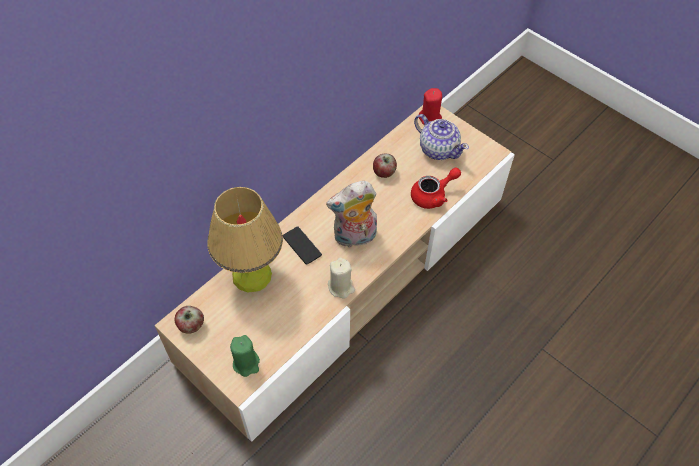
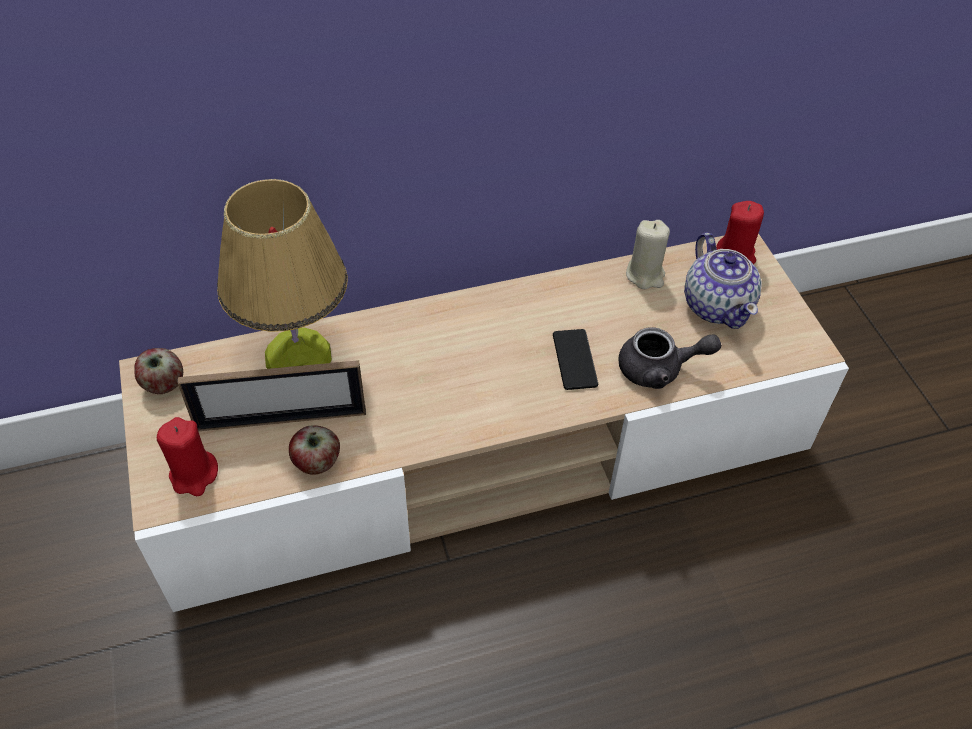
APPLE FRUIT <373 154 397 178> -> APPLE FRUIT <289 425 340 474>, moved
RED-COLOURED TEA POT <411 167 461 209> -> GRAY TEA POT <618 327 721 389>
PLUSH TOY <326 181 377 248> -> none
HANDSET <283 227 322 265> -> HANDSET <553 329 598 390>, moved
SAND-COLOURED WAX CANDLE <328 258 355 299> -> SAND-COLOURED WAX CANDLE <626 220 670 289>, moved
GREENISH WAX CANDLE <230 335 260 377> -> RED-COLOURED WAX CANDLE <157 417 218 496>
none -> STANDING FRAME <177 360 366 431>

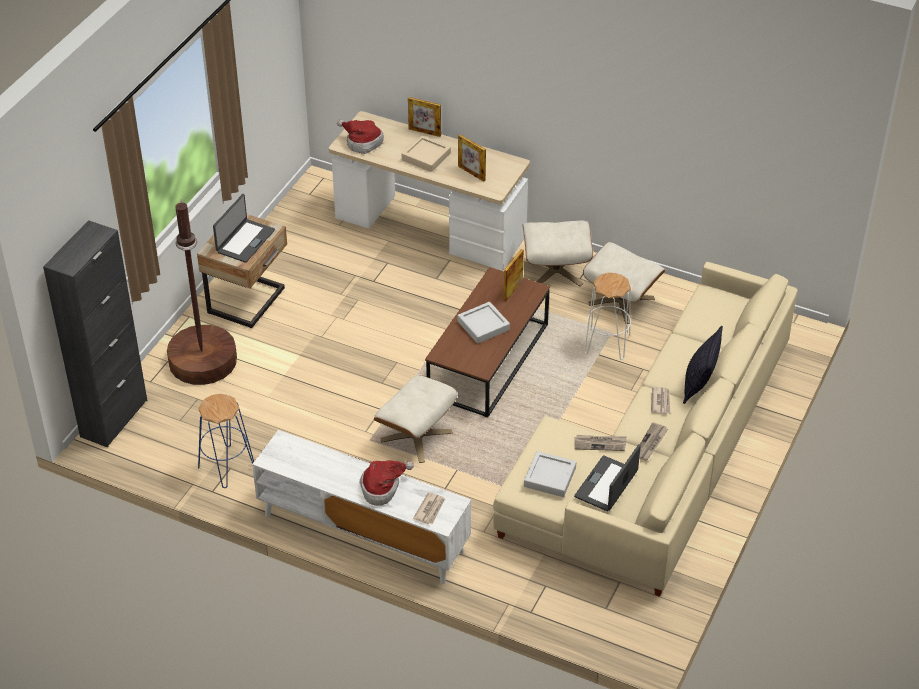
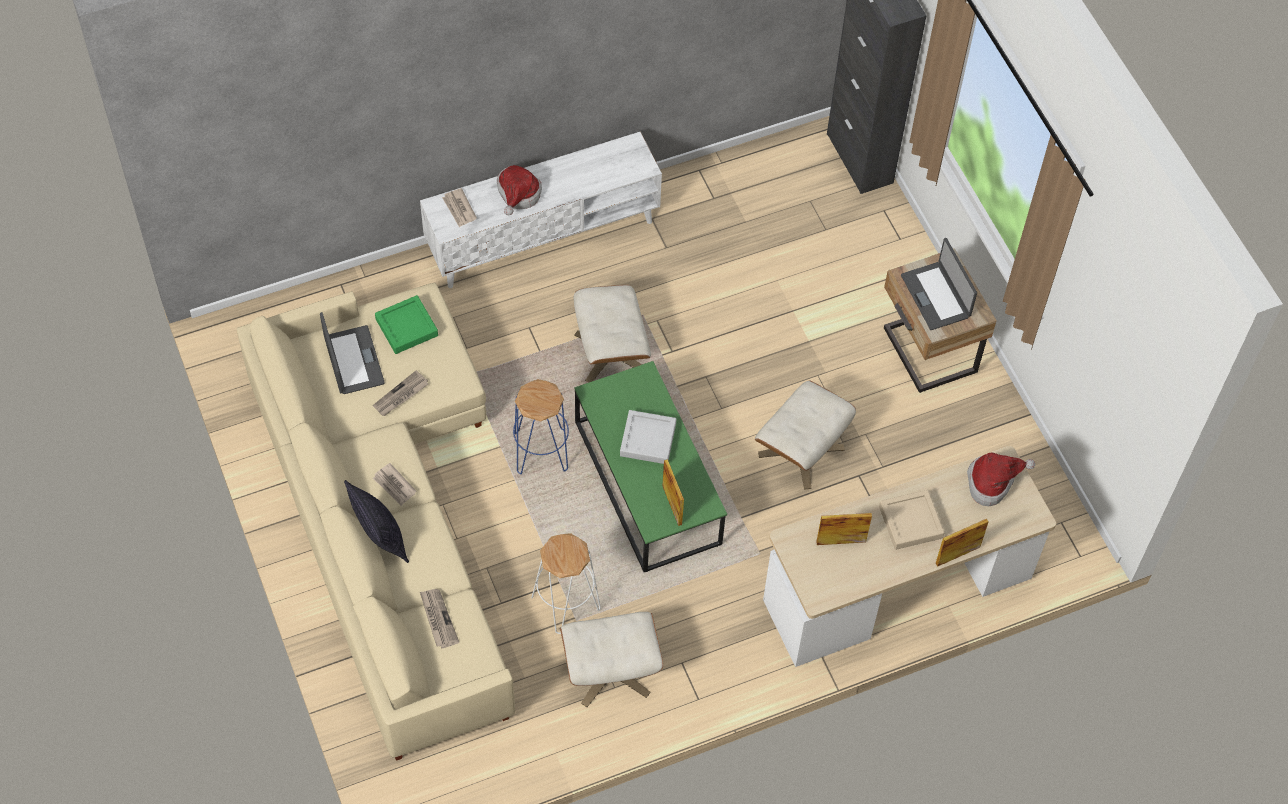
BROWN STANDARD LAMP <167 199 237 385> -> none
SAND-COLOURED OTTOMAN <522 220 593 287> -> SAND-COLOURED OTTOMAN <755 380 856 489>, moved
BROWN COFFEE TABLE <425 267 550 417> -> GREENISH COFFEE TABLE <574 361 727 572>
BLUE-COLOURED STOOL <198 394 254 488> -> BLUE-COLOURED STOOL <513 379 569 474>, moved
NEWSPAPER <639 422 668 461> -> NEWSPAPER <420 589 459 649>, moved
GRAY CARRYING TRAY <524 451 576 497> -> GREENISH CARRYING TRAY <375 295 438 354>

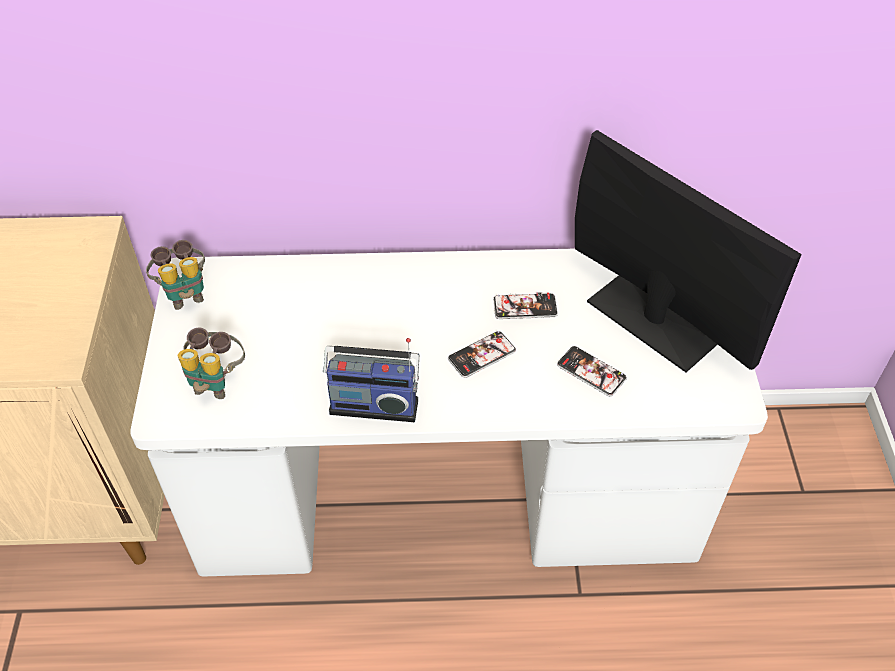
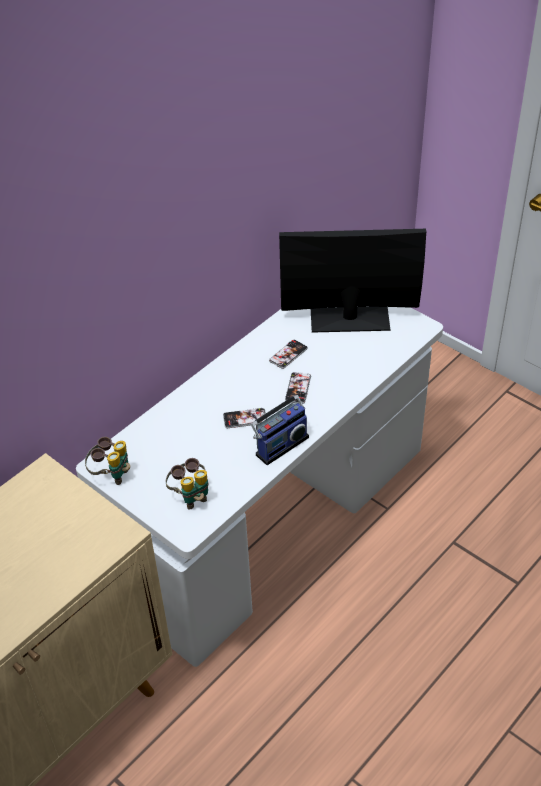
HANDSET <557 346 627 396> -> HANDSET <223 408 267 428>, moved

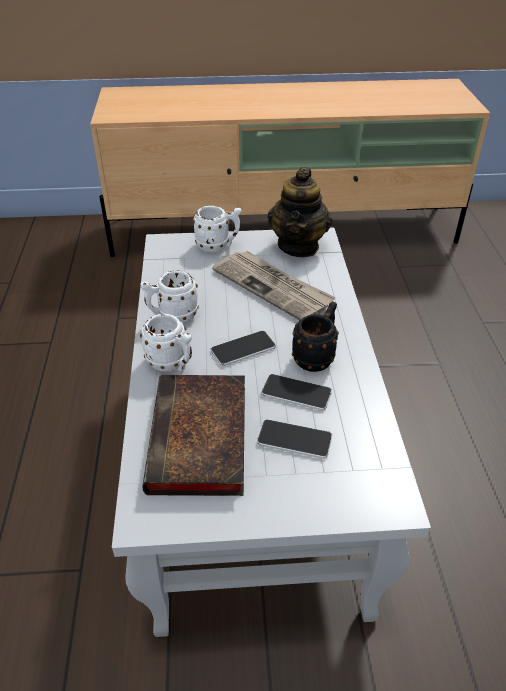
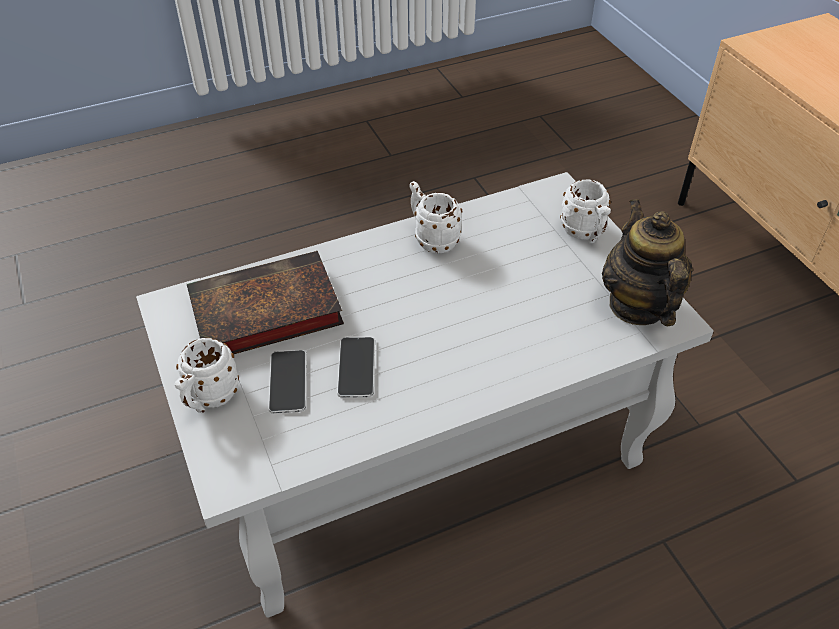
TEA POT <268 167 332 257> -> TEA POT <602 199 693 326>, 90 degrees clockwise
NEWSPAPER <212 251 336 320> -> none
BLACK-COLOURED COFFEE MUG <292 301 339 372> -> none
WHITE COFFEE MUG <140 314 192 372> -> WHITE COFFEE MUG <175 338 239 413>, moved
HANDSET <211 330 276 366> -> none

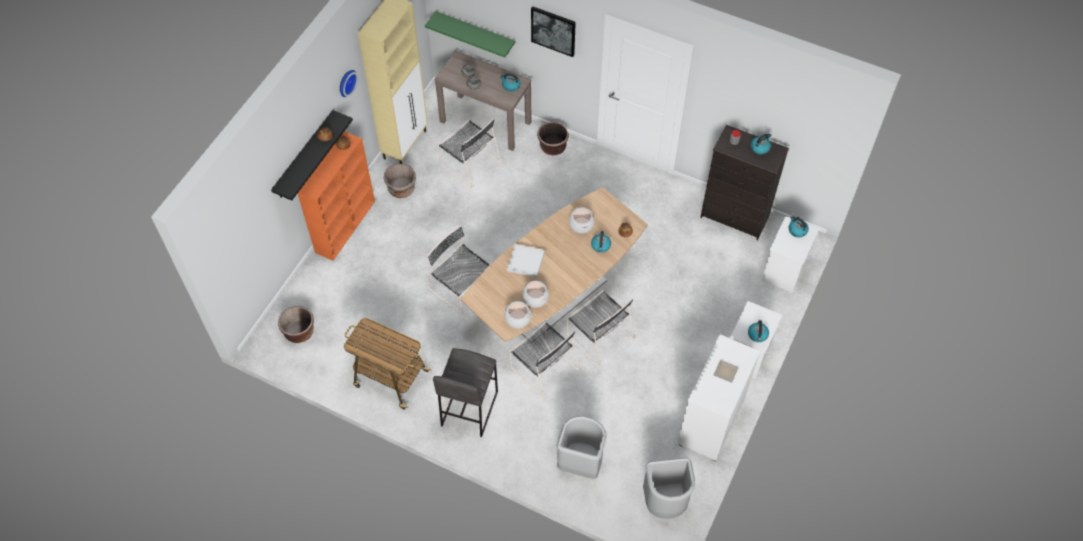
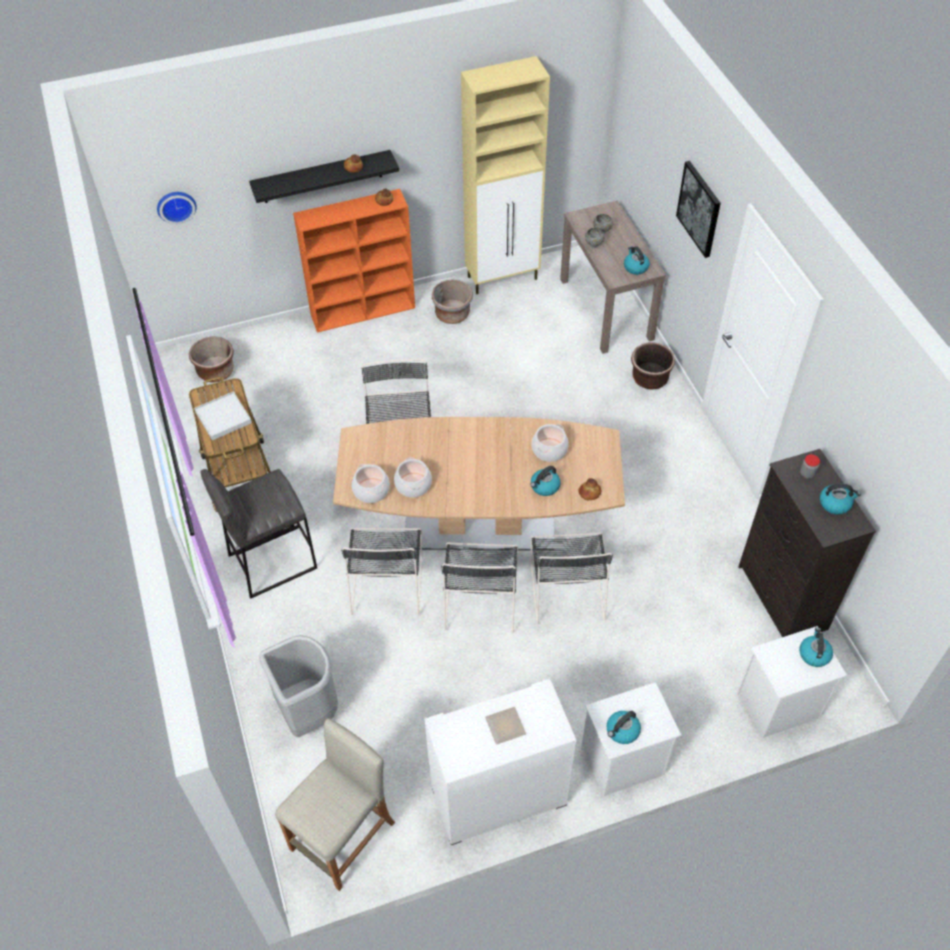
GREENISH SHELF <425 11 515 58> -> none
WALL CLOCK <340 70 358 97> -> WALL CLOCK <157 192 197 225>, moved
BLACK-COLOURED PLAIN CHAIR <438 119 502 188> -> BLACK-COLOURED PLAIN CHAIR <531 533 613 624>, moved
WHITE CARRYING TRAY <507 244 545 278> -> WHITE CARRYING TRAY <194 391 252 441>, moved
GRAY WASTE BIN <643 458 695 519> -> SAND-COLOURED STOOL <275 718 395 891>

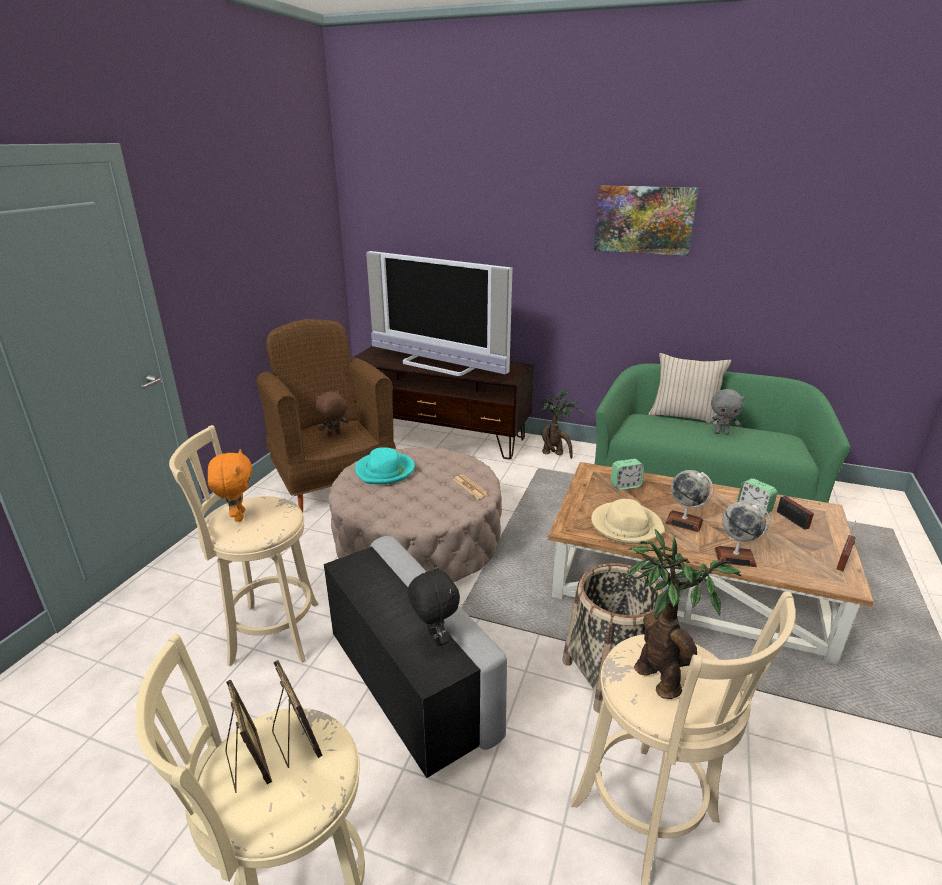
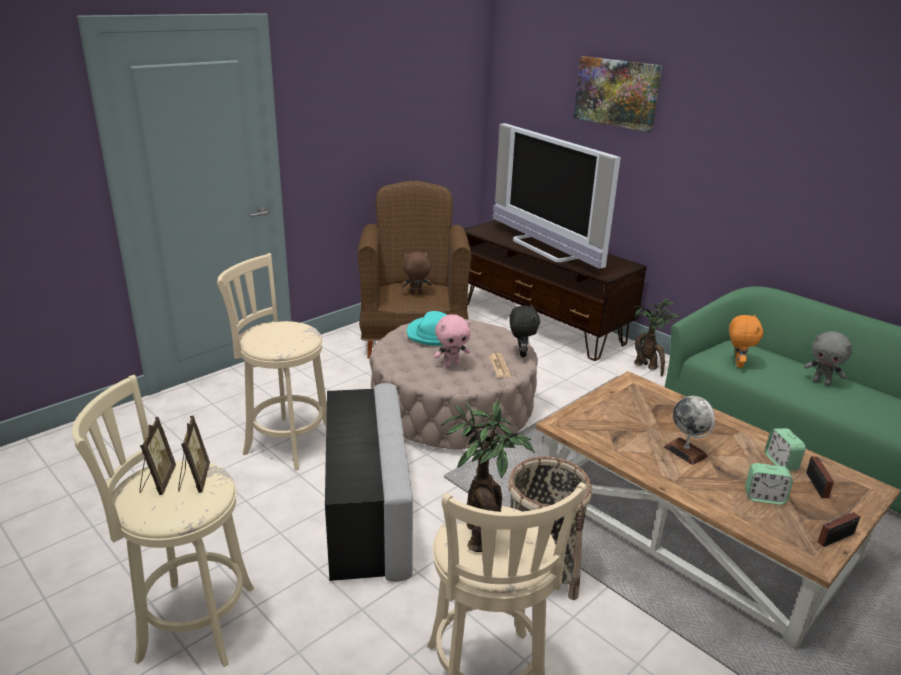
PICTURE <594 185 699 256> -> PICTURE <574 56 662 132>, moved
SAND-COLOURED CUSHION <649 353 731 425> -> none
ORANGE-COLOURED PLUSH TOY <208 449 252 522> -> ORANGE-COLOURED PLUSH TOY <729 314 764 368>, moved
TABLE CLOCK <611 459 644 490> -> TABLE CLOCK <745 463 793 505>, moved
SAND-COLOURED CLOTHING HAT <591 499 665 544> -> none
GLOBE <715 502 770 567> -> none
BLACK-COLOURED PLUSH TOY <408 564 460 646> -> BLACK-COLOURED PLUSH TOY <509 304 540 357>, moved
none -> PINK PLUSH TOY <434 314 471 367>

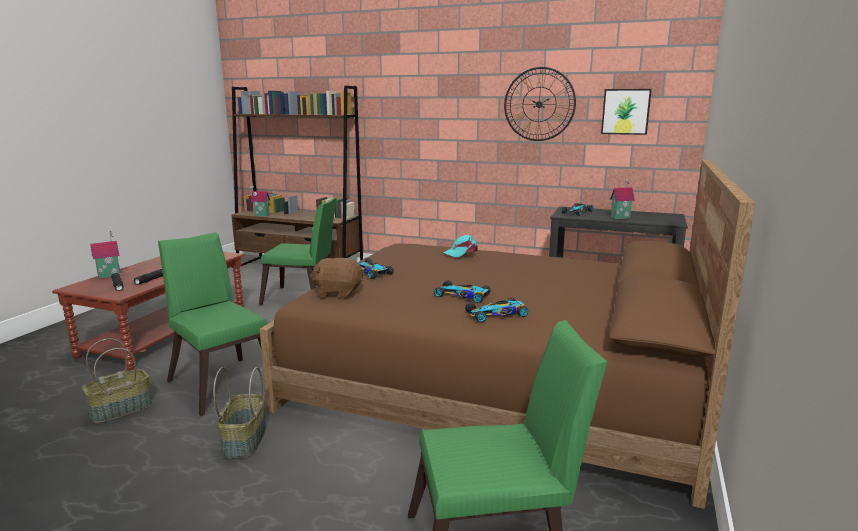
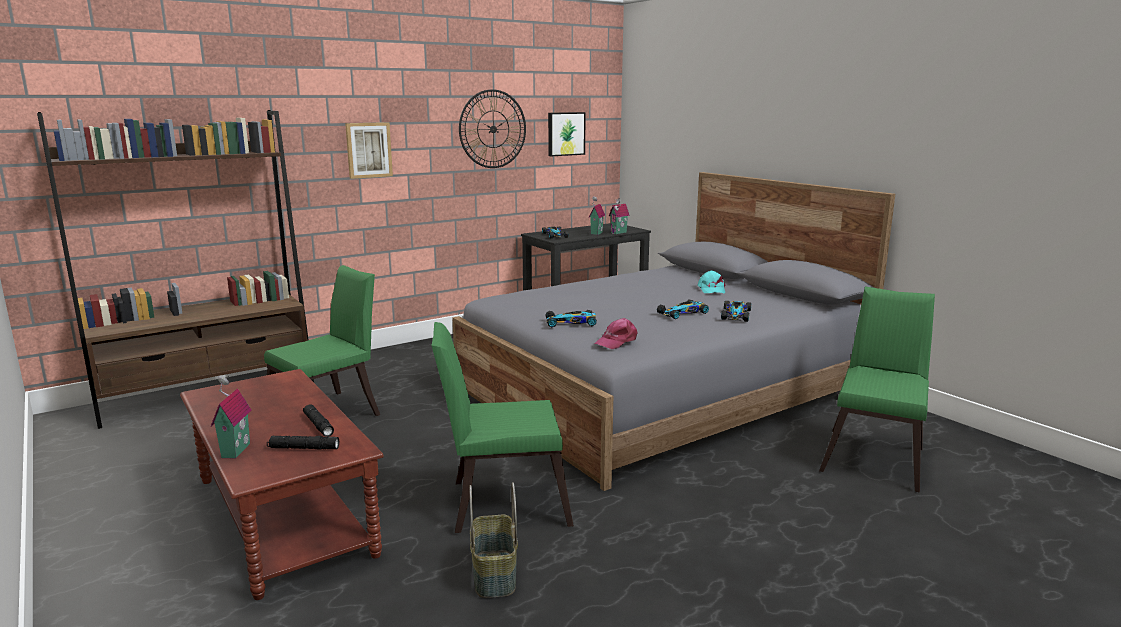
BROWN SLEEPING BED <260 159 755 509> -> GRAY SLEEPING BED <453 172 895 491>
MODEL HOUSE <250 185 270 216> -> MODEL HOUSE <609 198 630 234>, moved
BLUE-GREEN CAP <444 235 478 257> -> BLUE-GREEN CAP <698 270 726 294>, moved
BROWN PLUSH TOY <310 258 363 298> -> PINK CAP <594 318 637 349>
BASKET <213 367 266 458> -> none
none -> PICTURE <345 122 393 179>

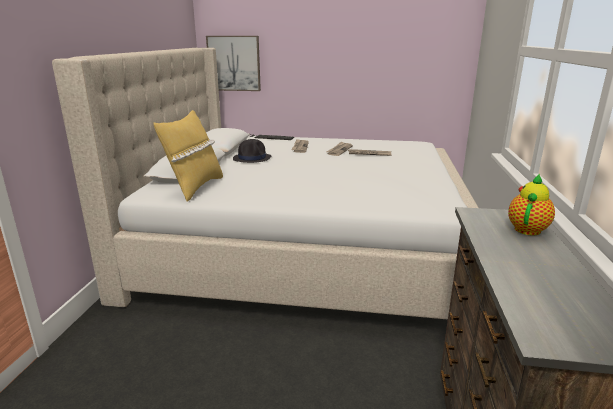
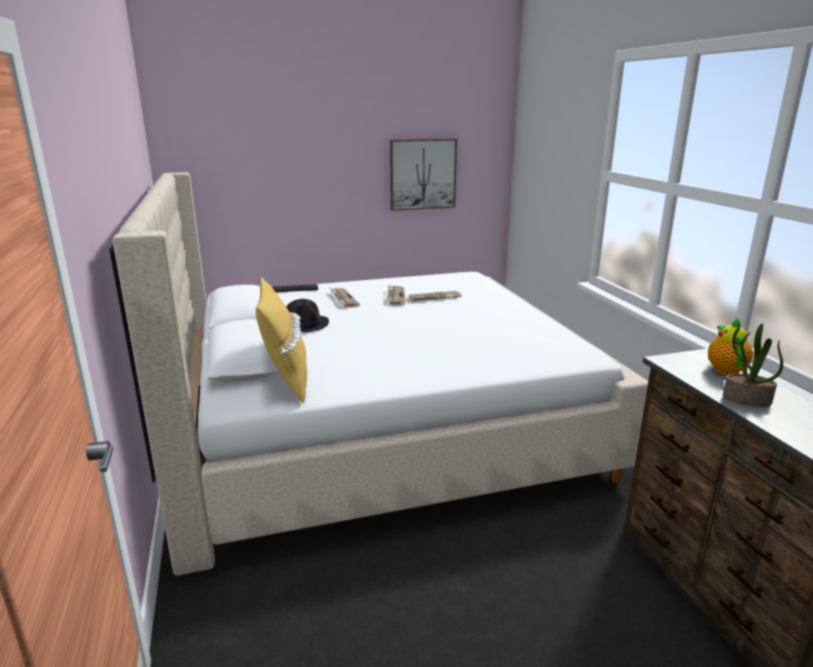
PICTURE <206 36 261 91> -> PICTURE <390 138 457 211>, moved
none -> PLANT IN A POT <723 324 783 407>

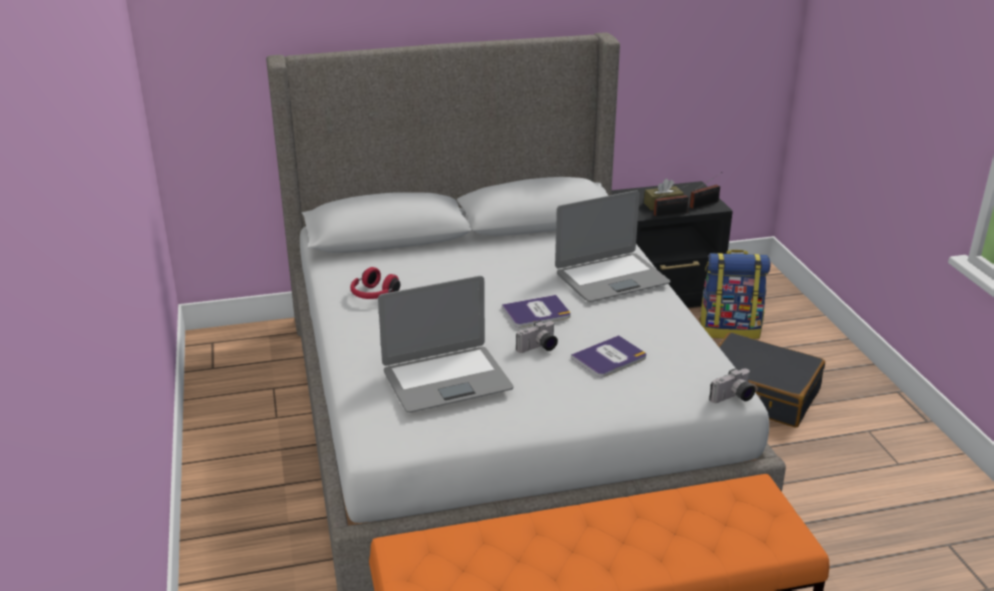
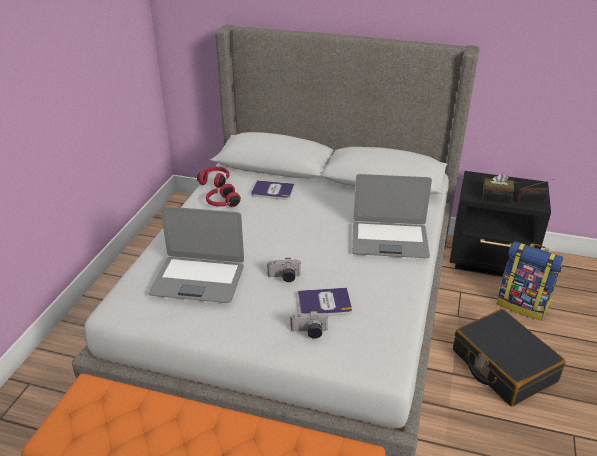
BOOK <502 295 571 327> -> BOOK <251 180 294 200>, moved
STILL CAMERA <709 368 755 403> -> STILL CAMERA <290 310 328 339>, moved
none -> RED-COLOURED HEADSET <197 167 230 188>

